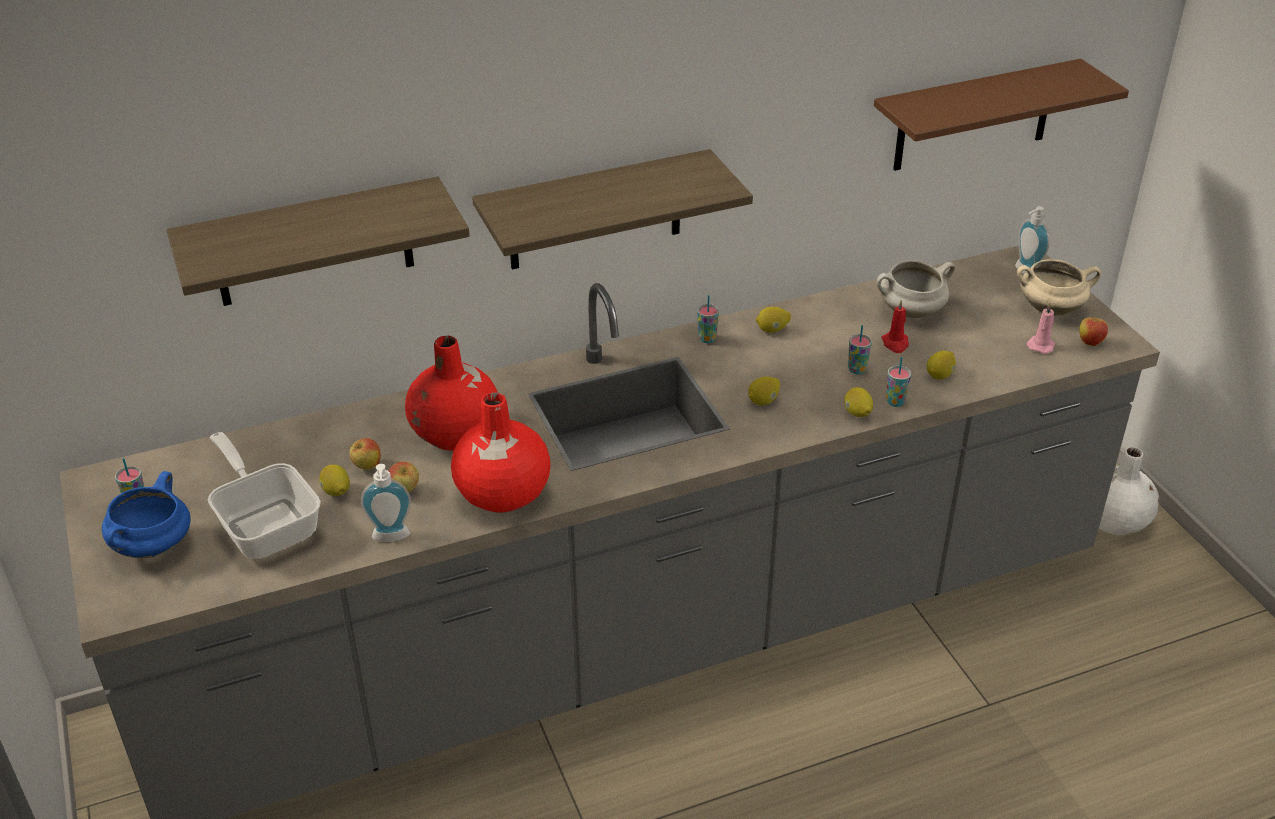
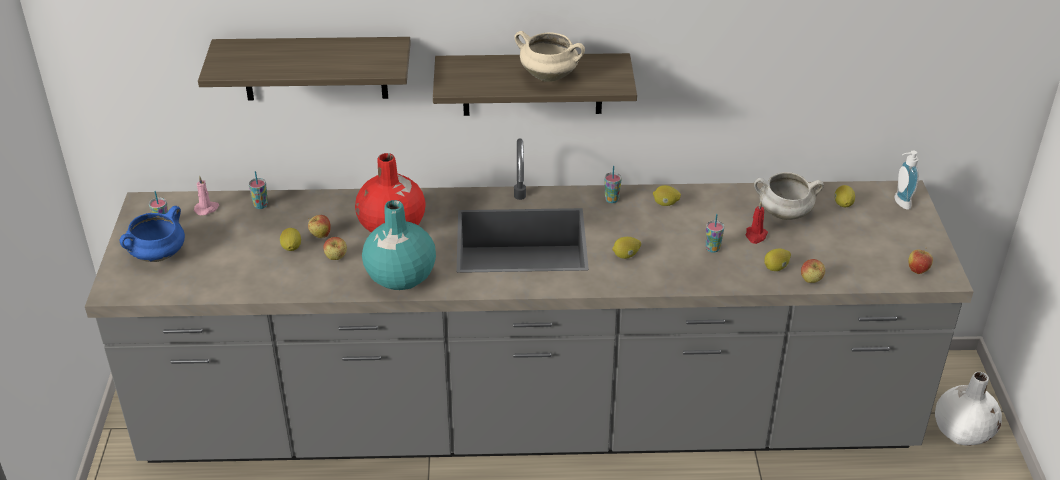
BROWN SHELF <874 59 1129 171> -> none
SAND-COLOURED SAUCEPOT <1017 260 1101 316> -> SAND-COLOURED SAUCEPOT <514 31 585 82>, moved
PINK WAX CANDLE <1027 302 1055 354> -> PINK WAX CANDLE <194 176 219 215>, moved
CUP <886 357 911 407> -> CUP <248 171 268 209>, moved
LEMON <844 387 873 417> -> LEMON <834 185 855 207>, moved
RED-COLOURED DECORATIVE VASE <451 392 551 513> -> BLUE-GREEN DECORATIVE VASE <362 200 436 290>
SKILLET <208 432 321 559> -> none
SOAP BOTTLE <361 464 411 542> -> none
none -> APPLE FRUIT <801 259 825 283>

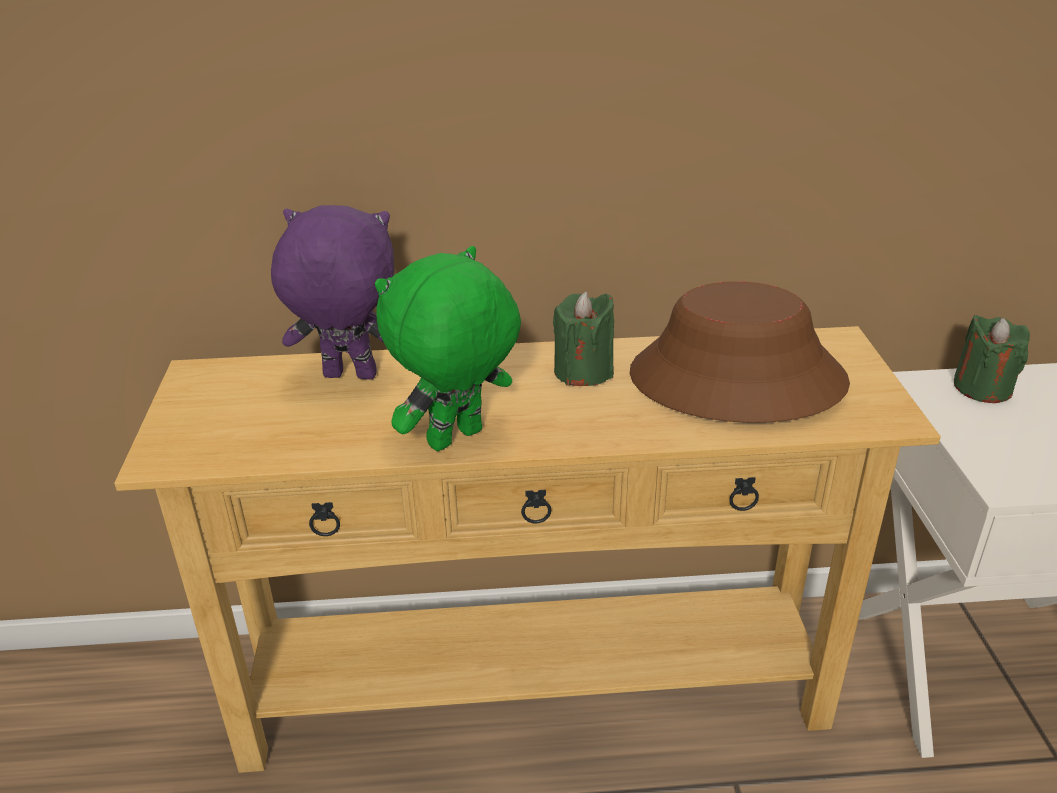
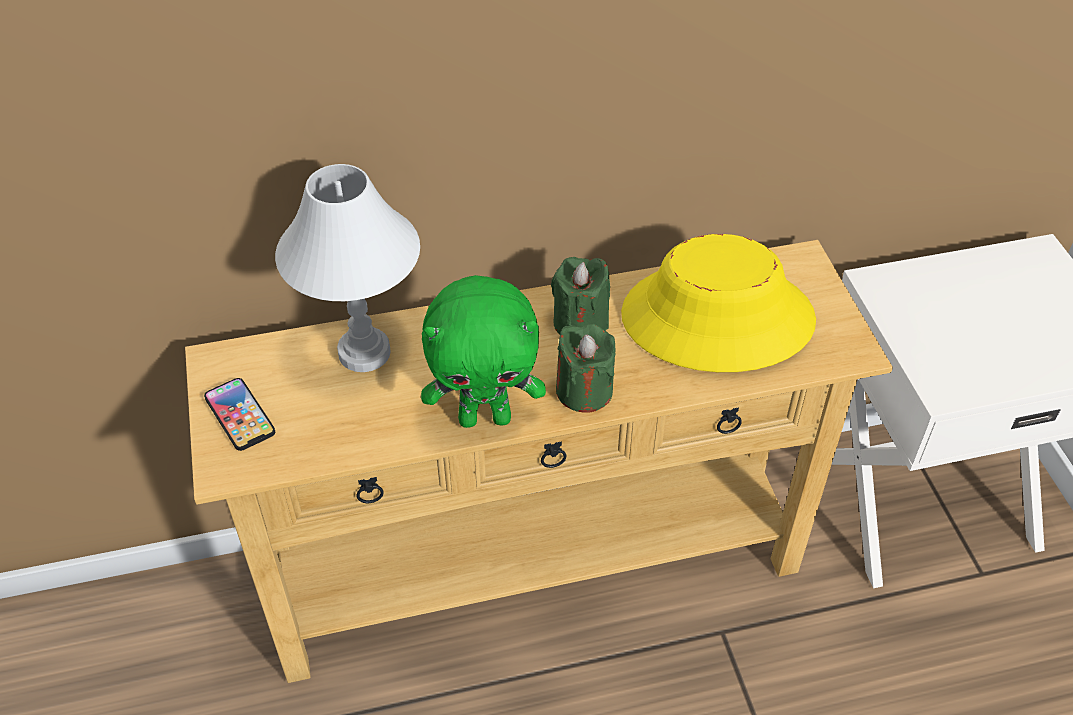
PURPLE PLUSH TOY <271 205 394 380> -> WHITE TABLETOP LAMP <275 164 420 372>
GREENISH PLUSH TOY <375 246 521 451> -> GREENISH PLUSH TOY <421 275 546 428>, 135 degrees counterclockwise
BROWN CLOTHING HAT <630 281 850 423> -> YELLOW CLOTHING HAT <621 234 816 372>
GREENISH WAX CANDLE <954 315 1030 403> -> GREENISH WAX CANDLE <556 324 616 413>, moved
none -> HANDSET <204 378 275 451>

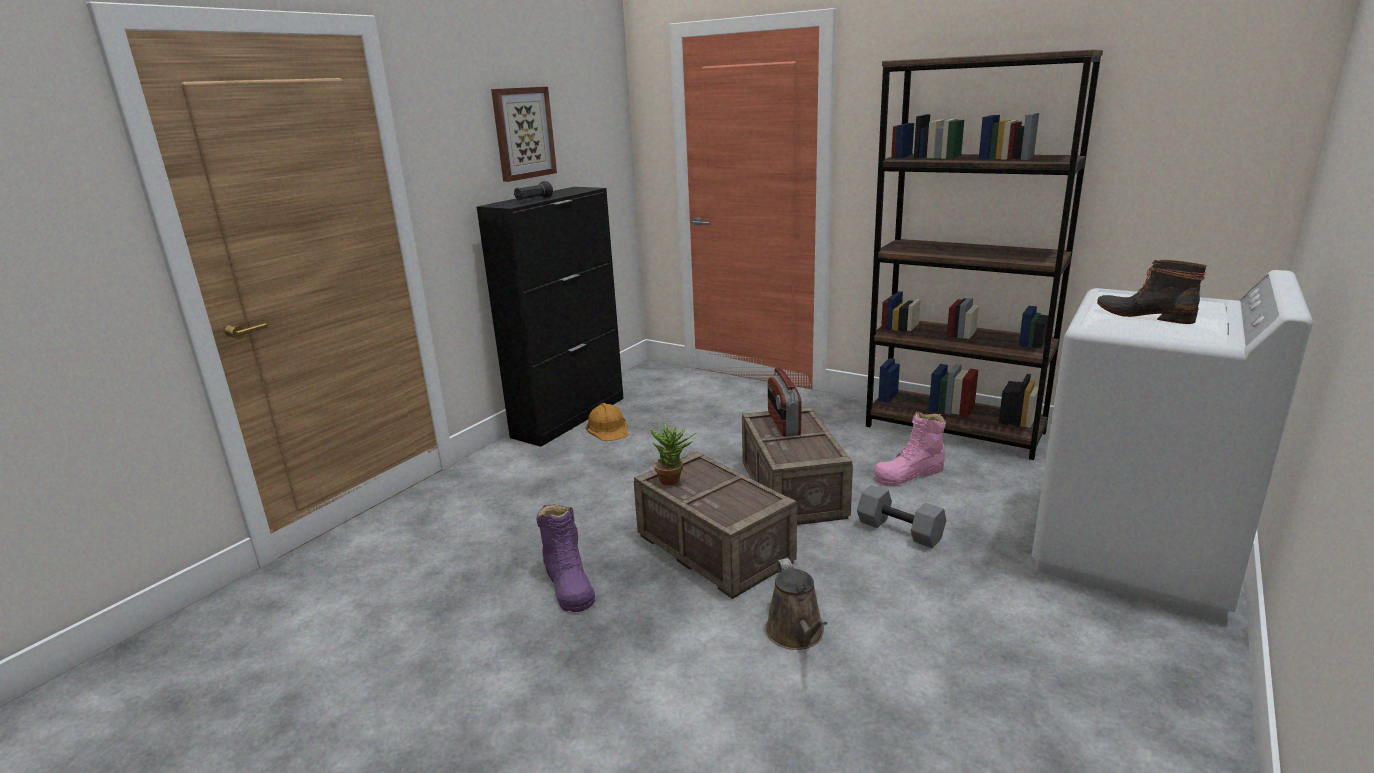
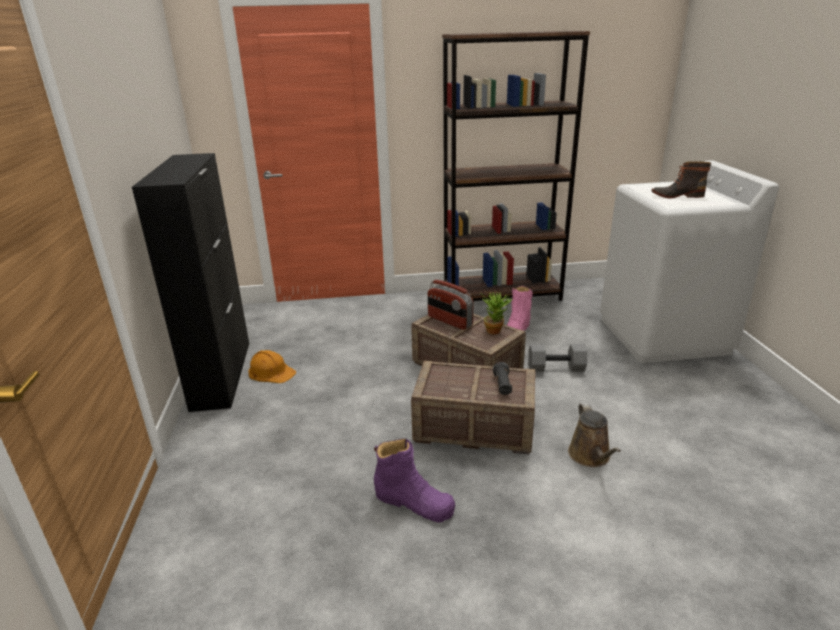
PICTURE <491 87 557 182> -> none
BLACK-COLOURED FLASHLIGHT <514 181 553 200> -> BLACK-COLOURED FLASHLIGHT <493 362 512 395>, moved
PLANT IN A POT <649 422 697 485> -> PLANT IN A POT <480 292 512 334>, moved
BROWN WATERING POT <766 558 827 650> -> BROWN WATERING POT <568 403 621 467>, 45 degrees clockwise

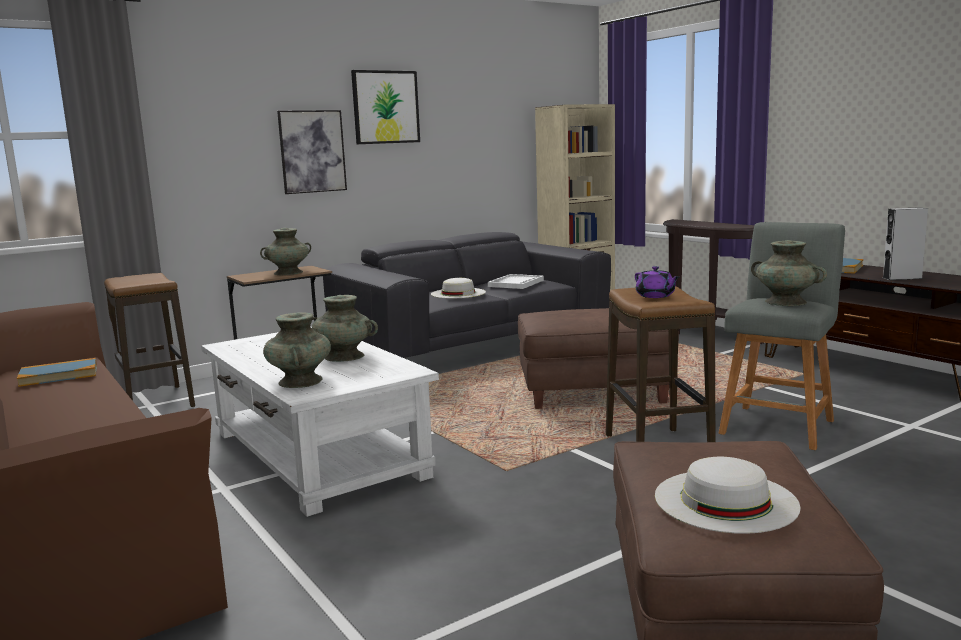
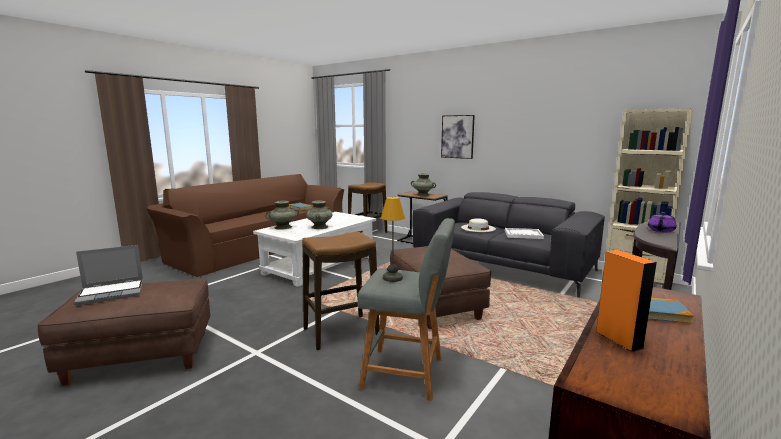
PICTURE <351 70 420 144> -> none
GRAY SPEAKER <883 207 928 280> -> ORANGE-COLOURED SPEAKER <596 250 657 352>
BLUE-GREEN DECORATIVE VASE <751 240 827 306> -> TABLETOP LAMP <381 197 405 282>
PURPLE TEA POT <635 266 679 298> -> PURPLE TEA POT <648 212 677 232>, moved
WHITE CLOTHING HAT <655 457 801 534> -> PORTABLE COMPUTER <74 245 143 305>

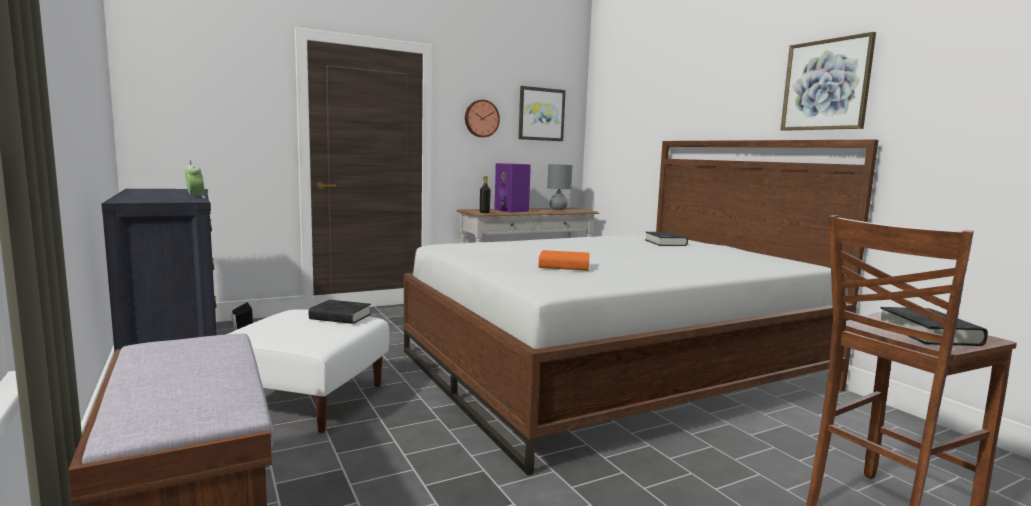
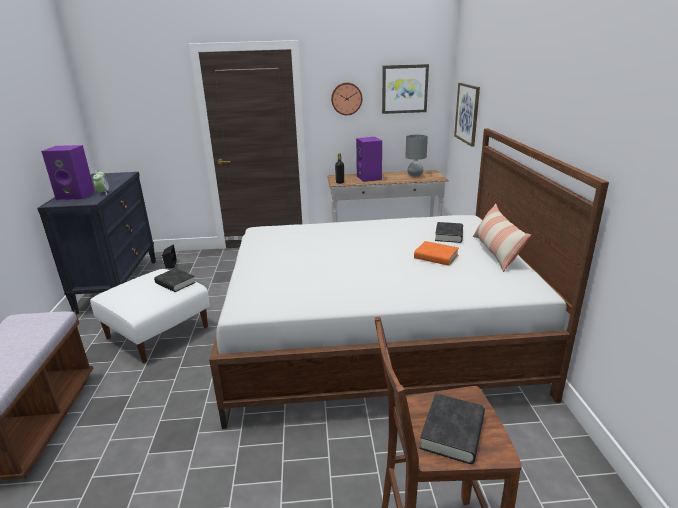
PICTURE <781 32 876 131> -> PICTURE <454 83 480 146>, moved
ORANGE-COLOURED BOOK <539 250 590 271> -> ORANGE-COLOURED BOOK <414 241 459 266>, moved
none -> PURPLE SPEAKER <41 145 95 200>
none -> CUSHION <473 204 531 272>

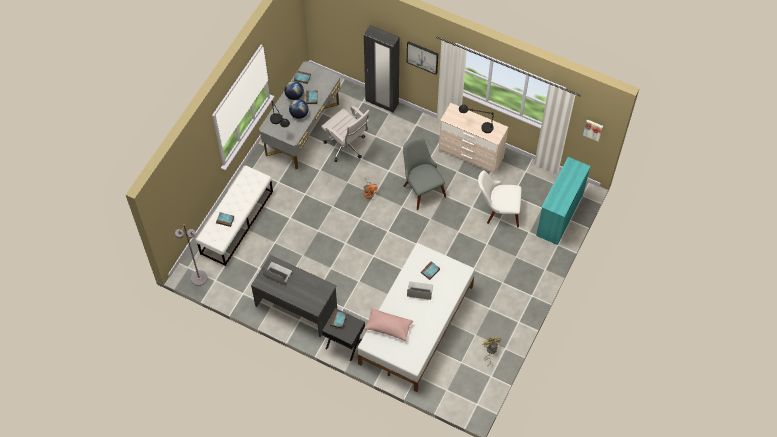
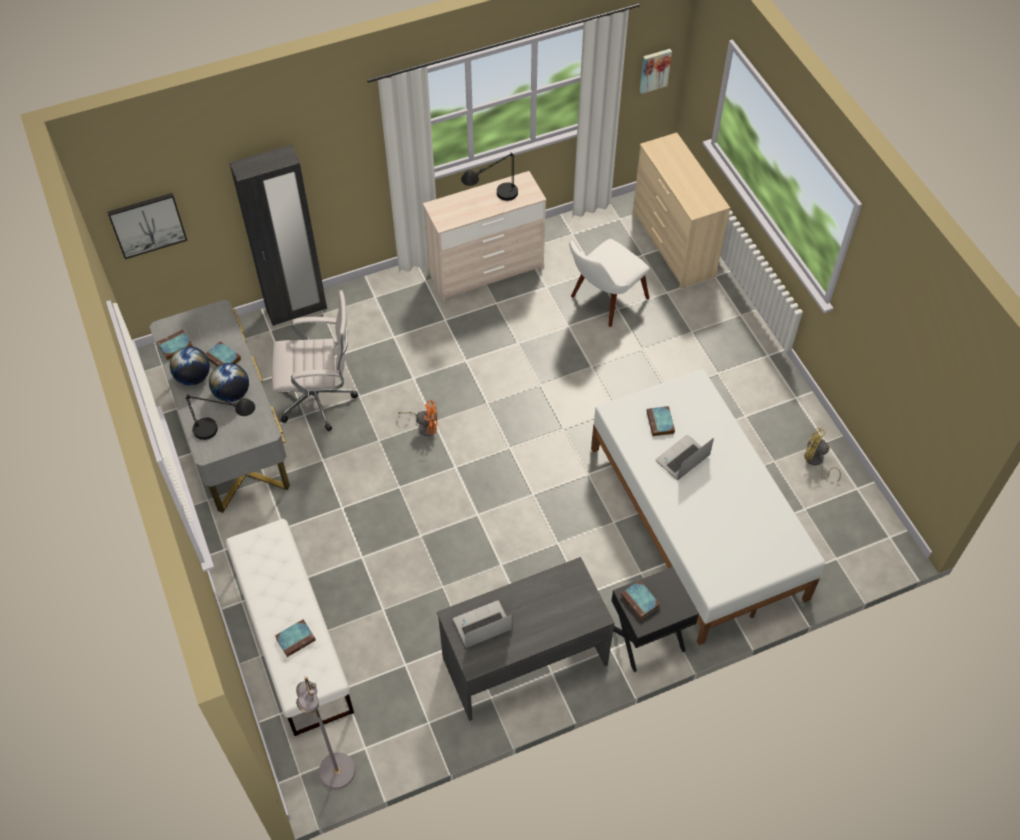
PICTURE <407 41 438 75> -> PICTURE <107 193 187 259>, moved
GRAY PLAIN CHAIR <403 137 446 210> -> none
BLUE-GREEN DRESSER <536 157 590 245> -> SAND-COLOURED DRESSER <632 133 730 289>
PINK CUSHION <364 308 413 341> -> none

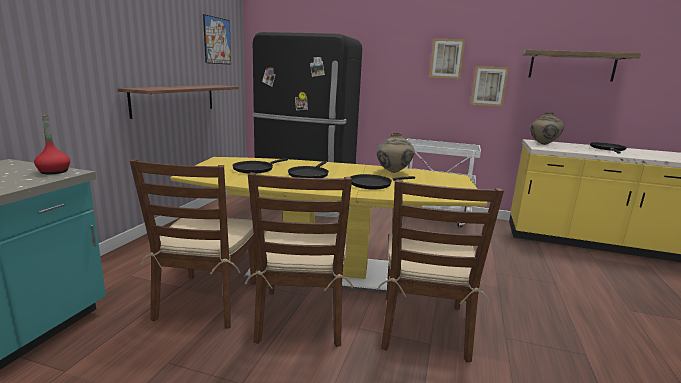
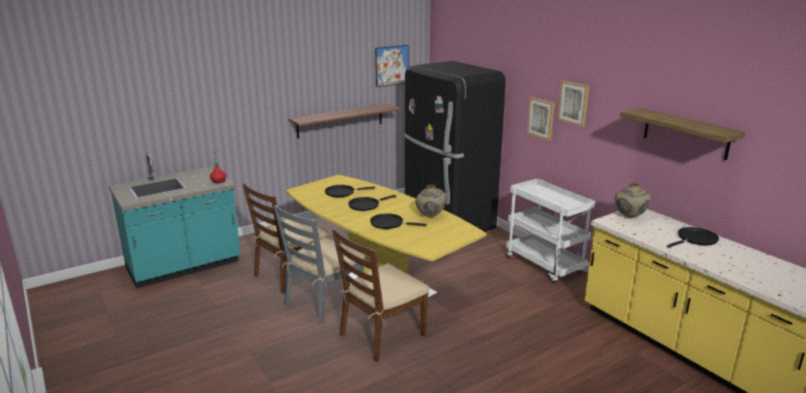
PICTURE <470 66 509 107> -> PICTURE <527 97 555 141>, moved
BROWN PLAIN CHAIR <245 172 353 347> -> GRAY PLAIN CHAIR <274 205 365 324>

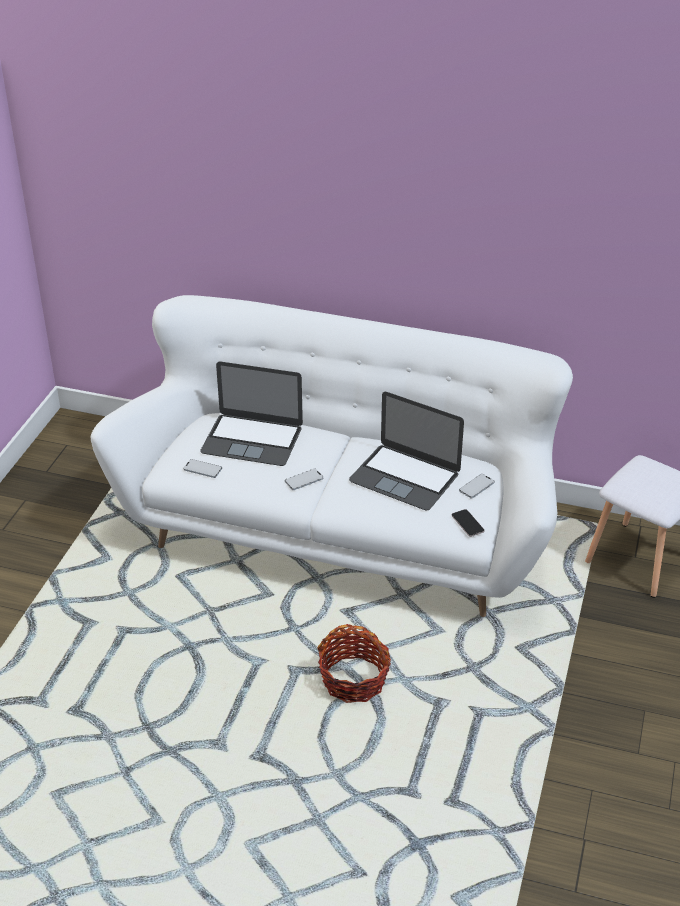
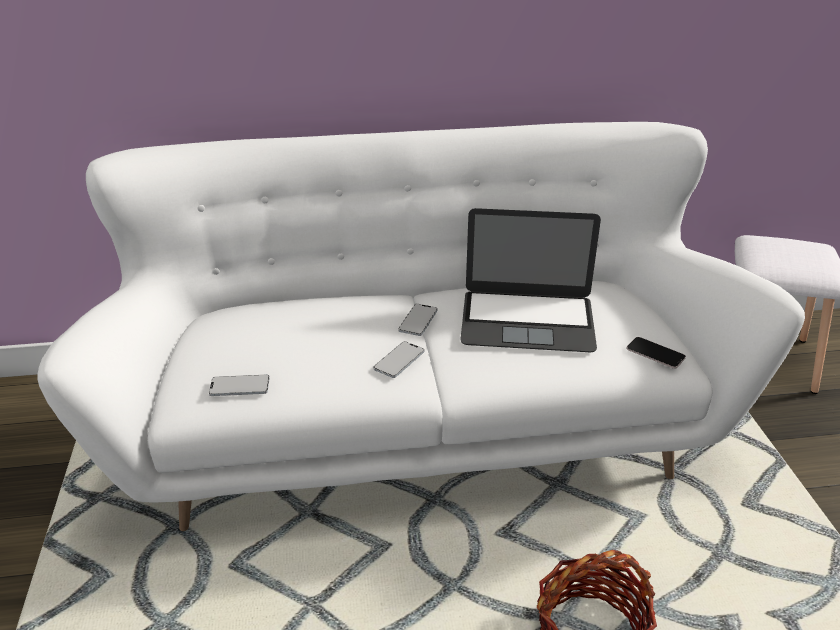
PORTABLE COMPUTER <200 362 303 466> -> none
HANDSET <459 474 495 499> -> HANDSET <398 304 437 336>, moved

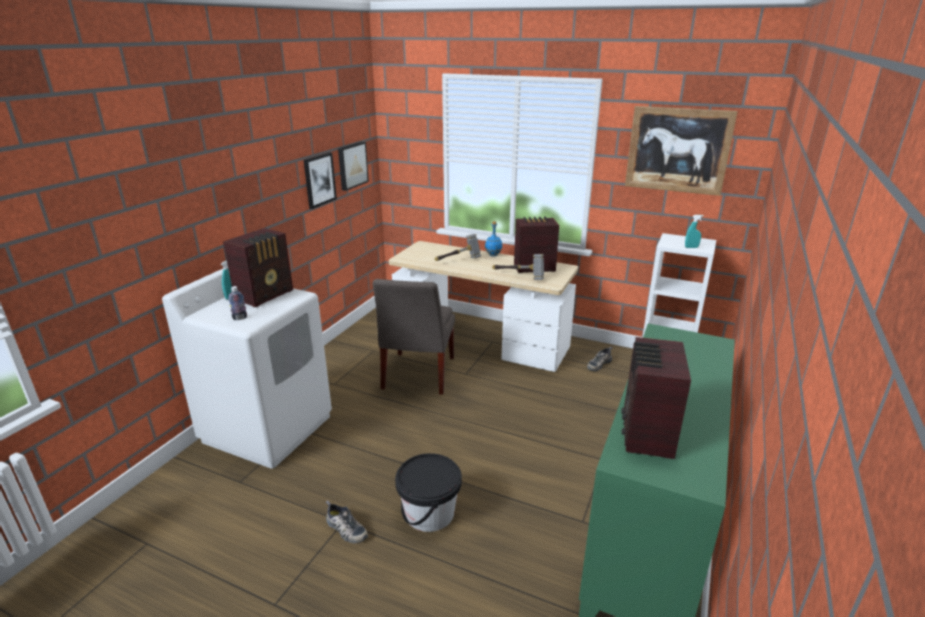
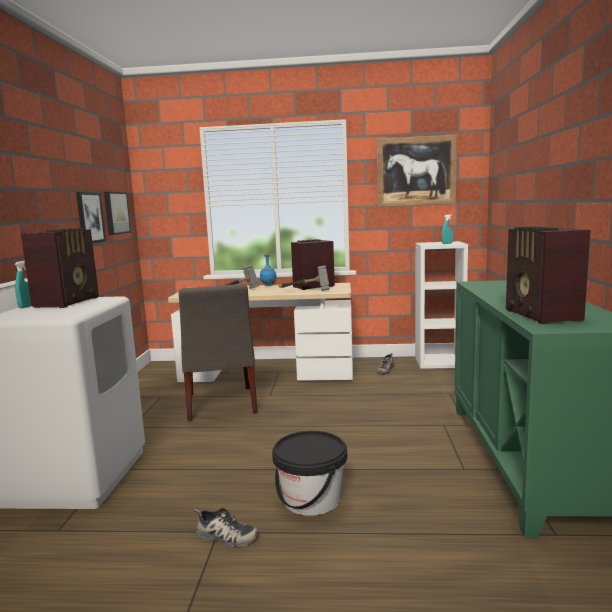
BEVERAGE BOTTLE <228 286 247 320> -> none

